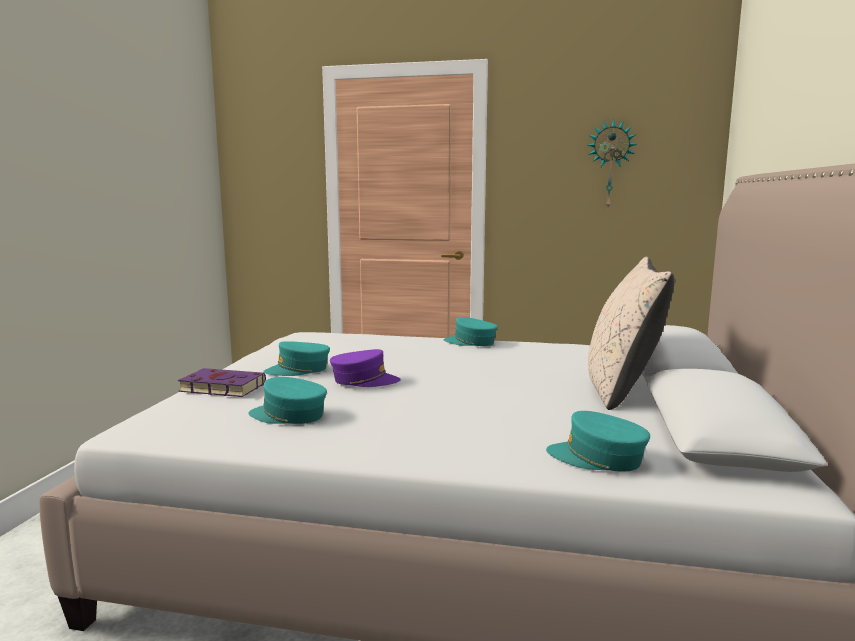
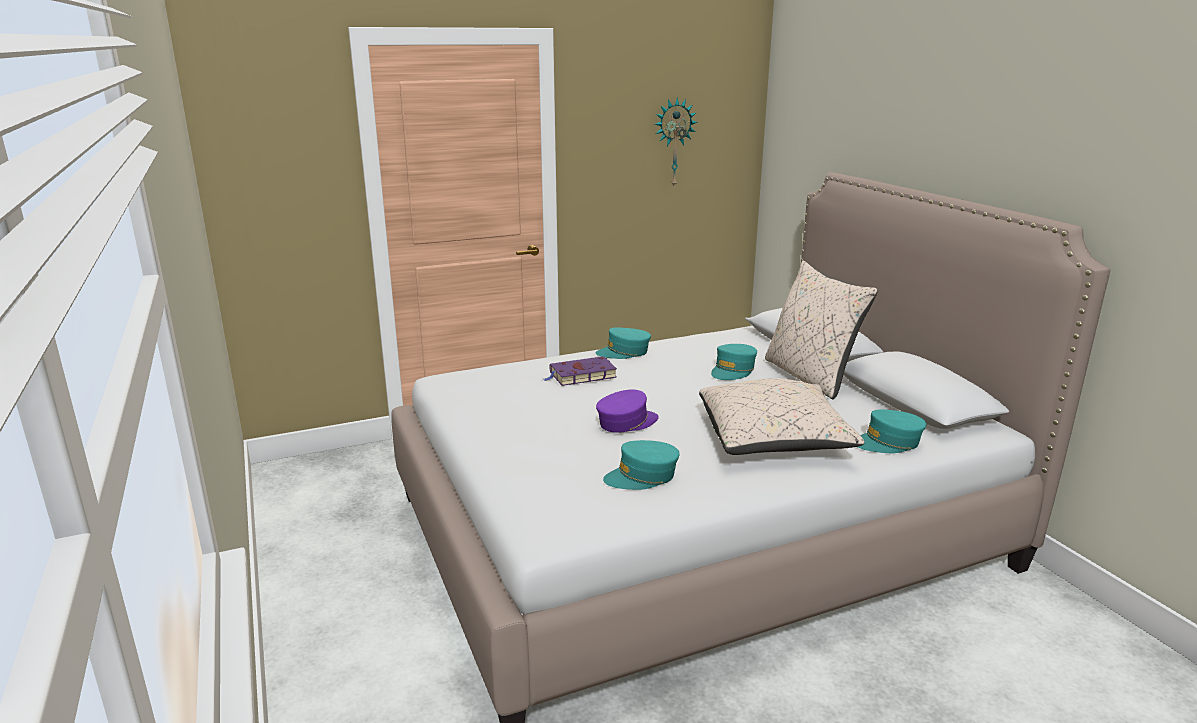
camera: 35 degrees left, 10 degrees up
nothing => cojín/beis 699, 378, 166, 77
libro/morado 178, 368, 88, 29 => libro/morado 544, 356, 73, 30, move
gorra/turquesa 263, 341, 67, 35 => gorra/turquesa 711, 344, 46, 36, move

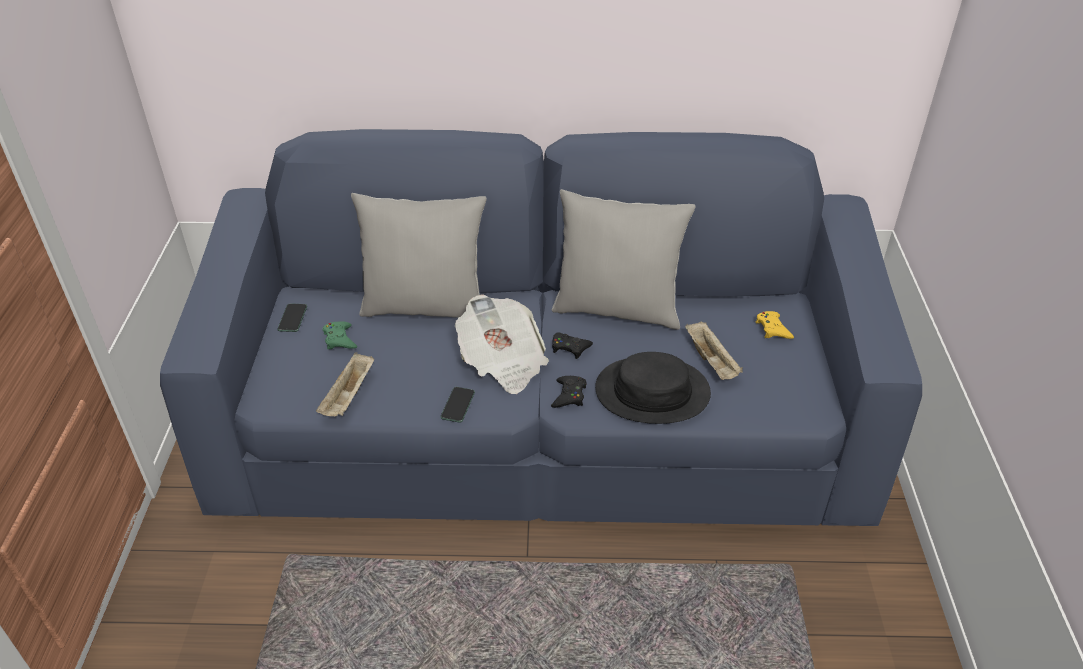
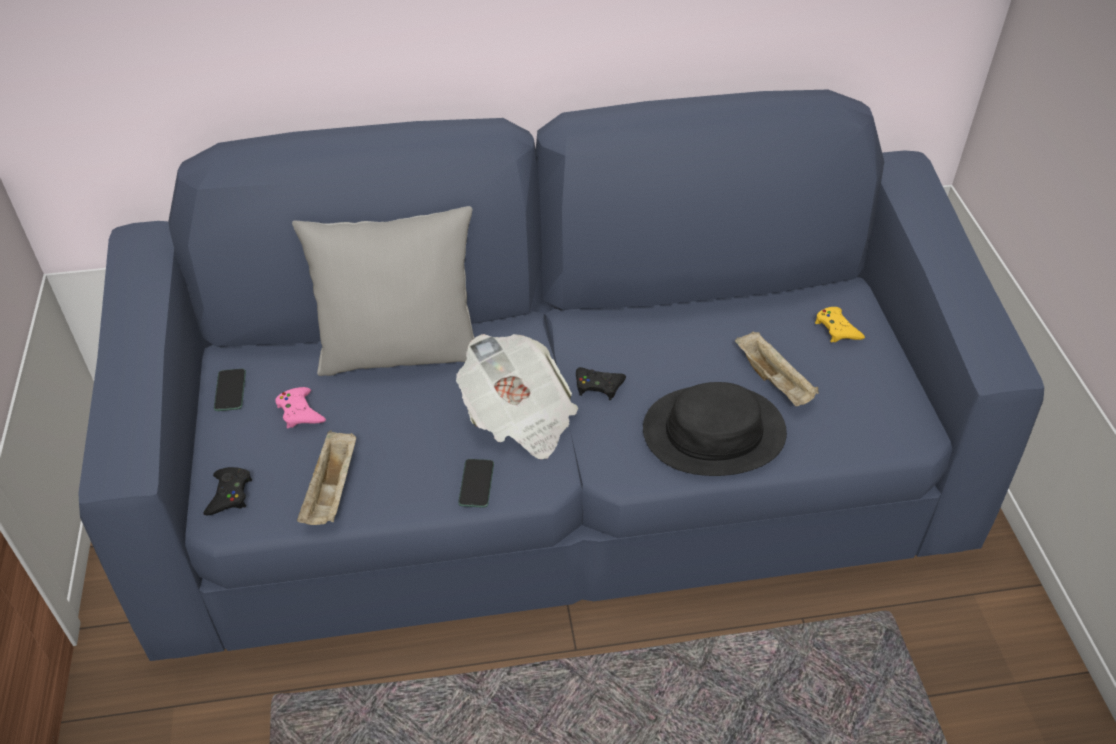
camera: 10 degrees left, 5 degrees up
cojín/gris 552, 189, 144, 141 => nothing
mando de consola/negro 551, 376, 36, 32 => mando de consola/negro 203, 467, 49, 48, move
mando de consola/verde 323, 321, 34, 28 => mando de consola/rosa 275, 387, 51, 41

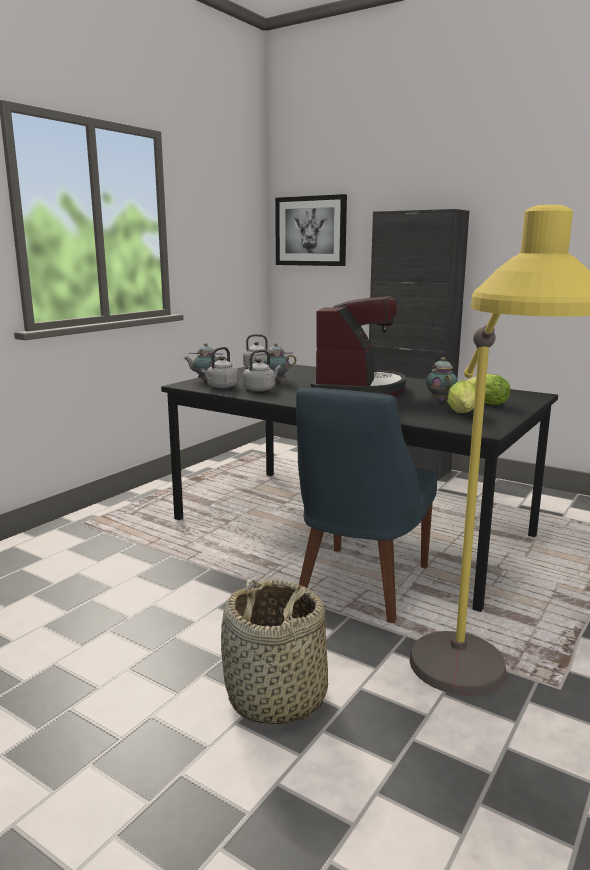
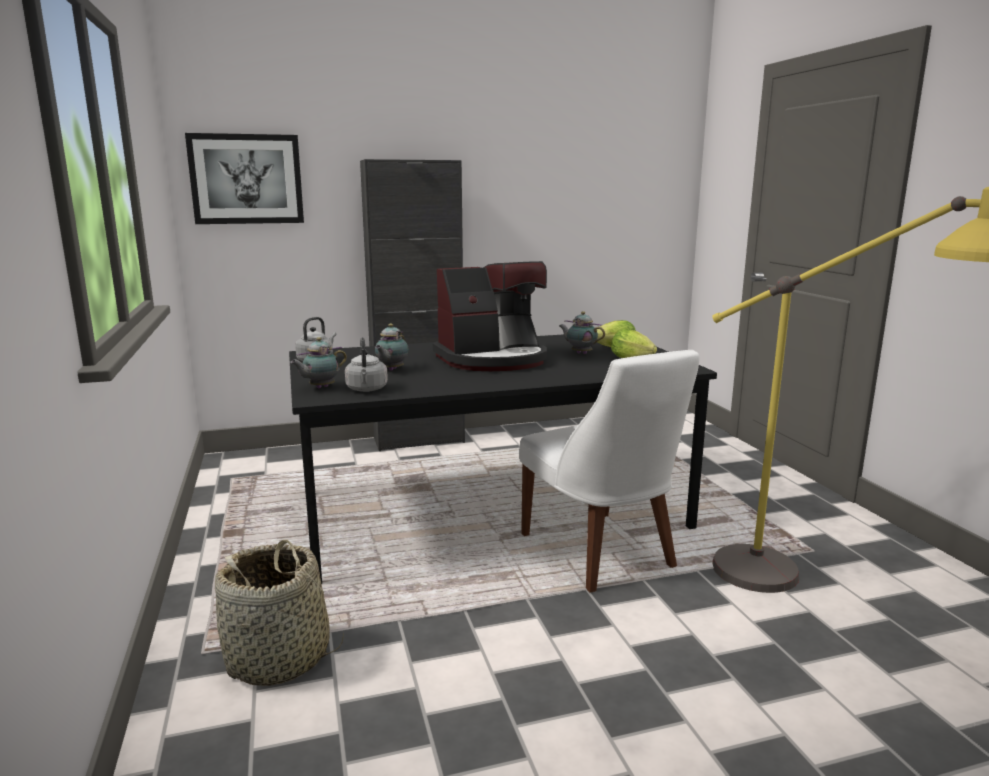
camera: 50 degrees left, 0 degrees up
hervidor/gris 243, 350, 38, 42 => nothing
cesta 221, 579, 107, 146 => cesta 215, 540, 129, 146, move
silla/azul 296, 387, 141, 236 => silla/blanco 519, 350, 180, 242
cafetera 311, 296, 95, 100 => cafetera 433, 261, 114, 110, 105 degrees clockwise

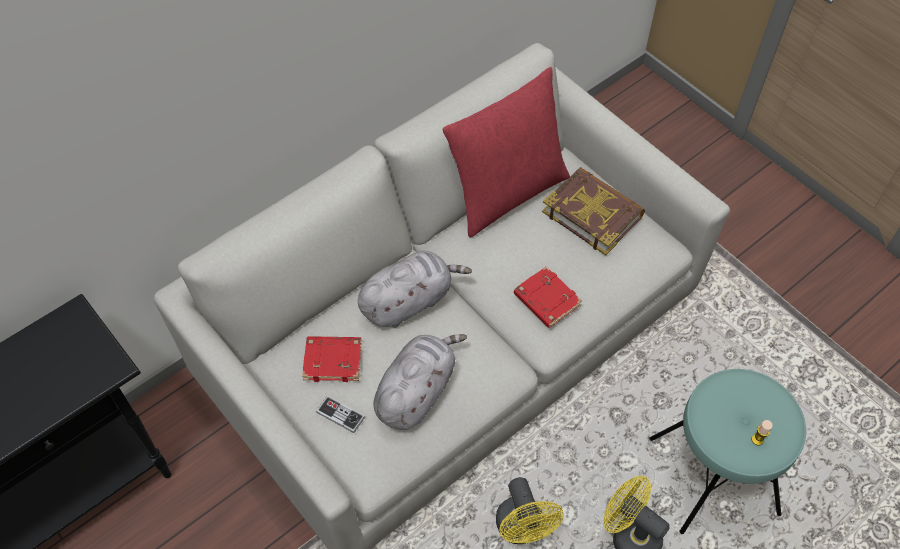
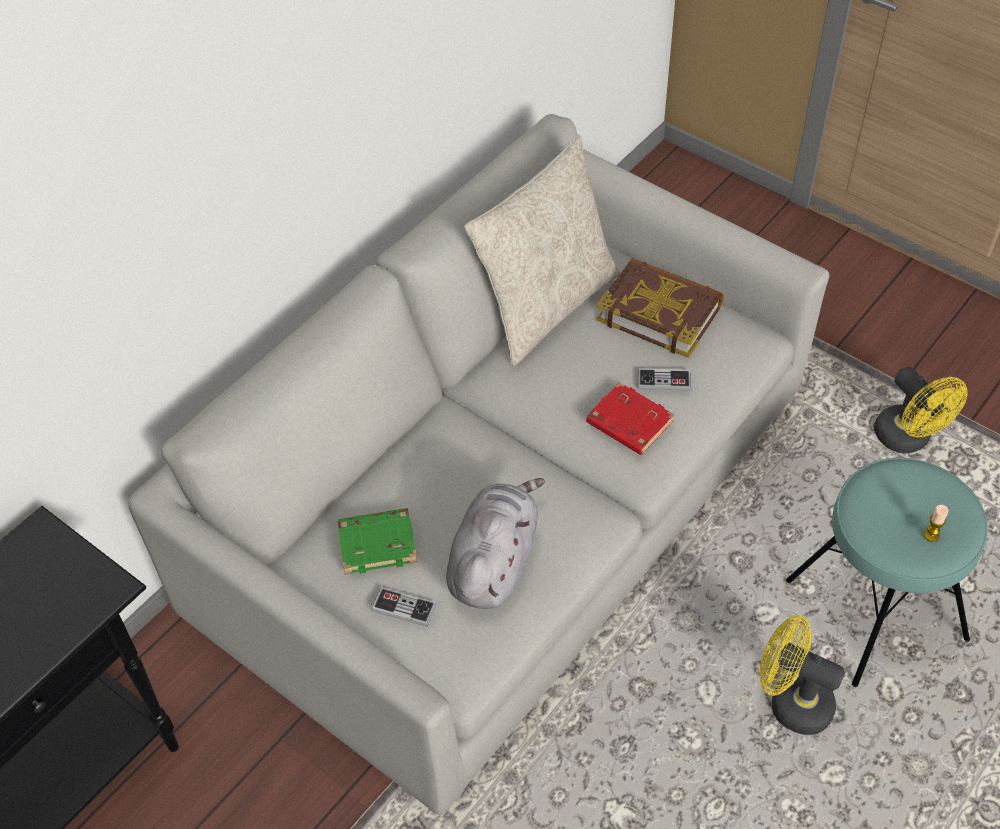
camera: 10 degrees left, 5 degrees down
peluche/gris 358, 251, 114, 76 => nothing
nothing => mando de consola 638, 368, 53, 22
ventilador/amarillo 496, 477, 68, 67 => ventilador/amarillo 874, 367, 93, 86, move
libro/rojo 302, 336, 60, 46 => libro/verde 338, 508, 79, 67
cojín/rojo 443, 67, 127, 171 => cojín/beis 464, 134, 156, 232

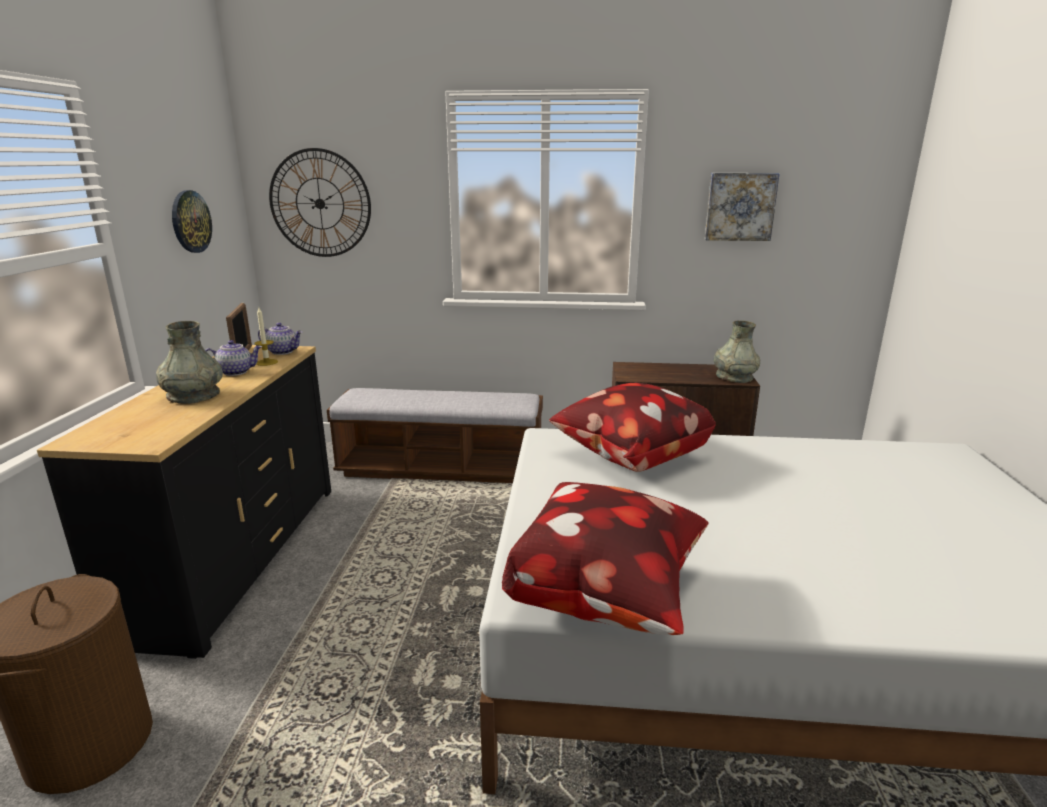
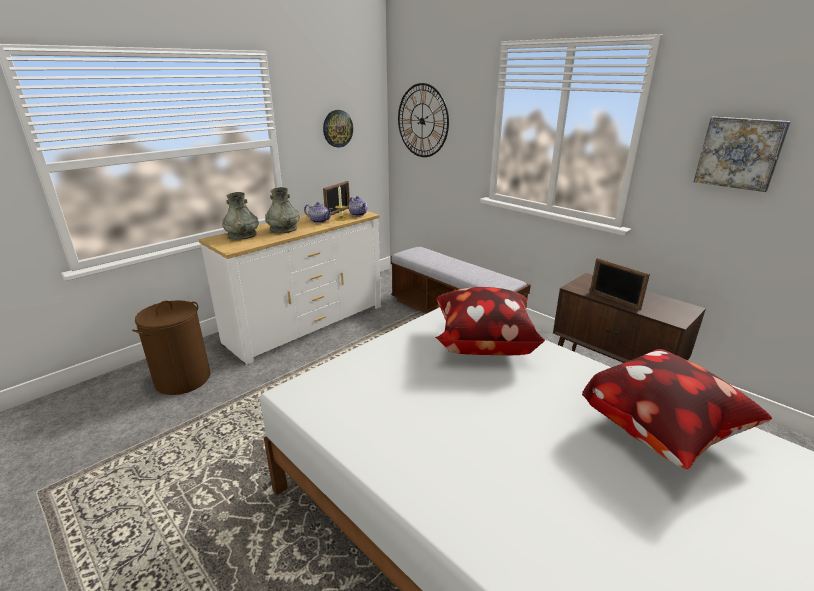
camera: 40 degrees right, 5 degrees up
nothing => portarretratos 590, 258, 60, 52
cojín 502, 482, 207, 153 => cojín 582, 349, 190, 120, move
florero/gris 714, 320, 46, 63 => florero/gris 222, 192, 37, 48, move
cómoda/negro 37, 345, 294, 314 => cómoda/blanco 199, 209, 182, 156

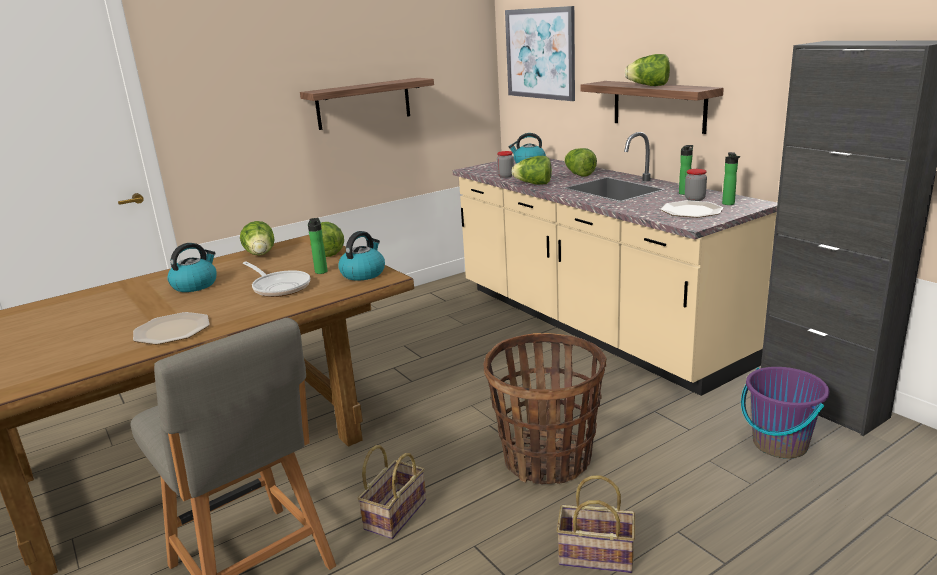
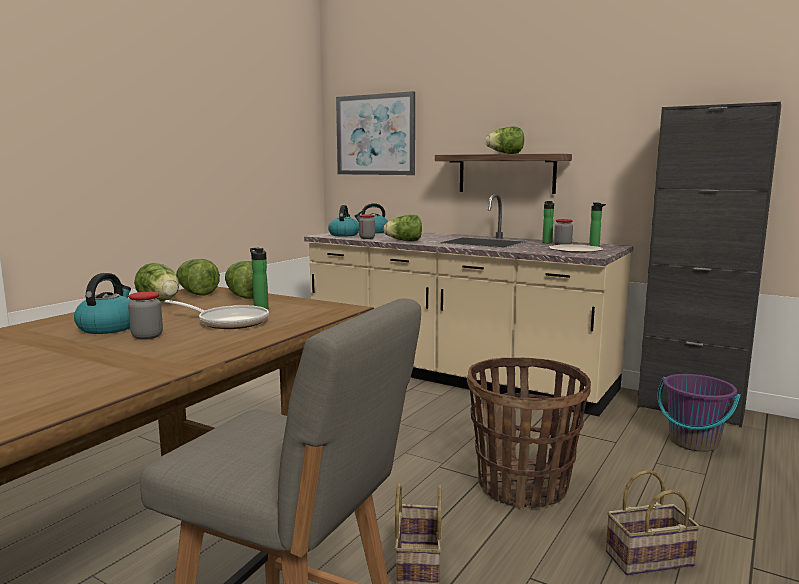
camera: 25 degrees left, 10 degrees down
plato 133, 312, 77, 33 => nothing
estante 300, 78, 134, 52 => nothing
nothing => tarro 128, 292, 35, 48
hervidor 338, 231, 47, 50 => hervidor 328, 205, 31, 31, move
lechuga 564, 148, 33, 29 => lechuga 176, 259, 44, 37, move

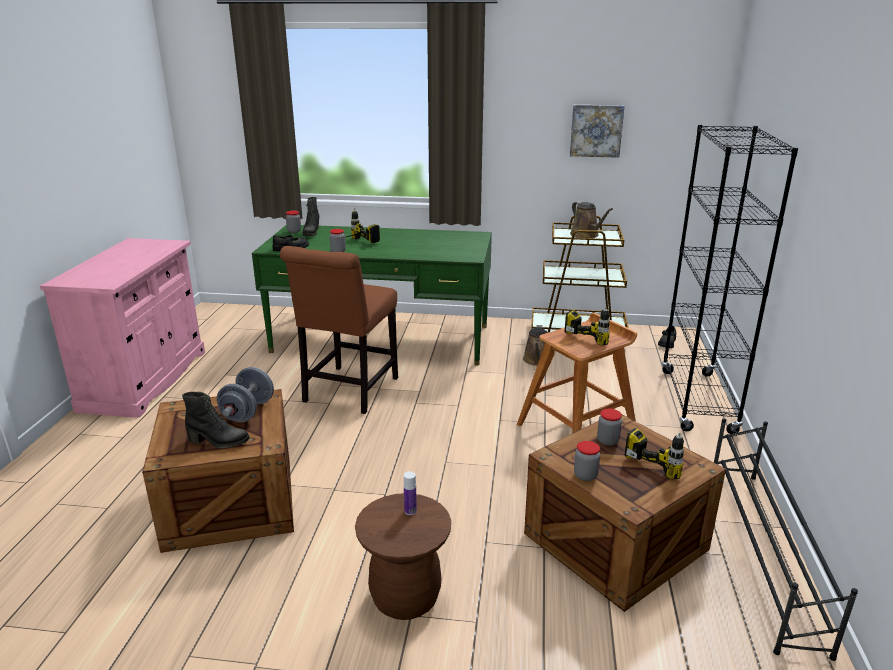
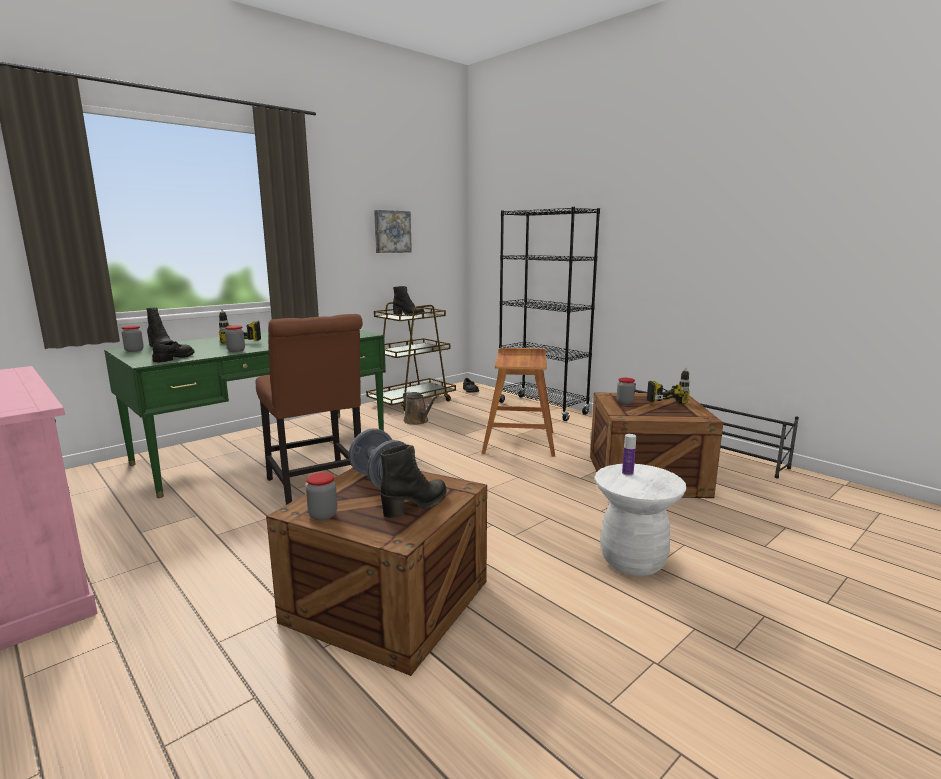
camera: 50 degrees left, 10 degrees down
taladro 565, 306, 45, 40 => nothing
tarro 574, 441, 26, 40 => tarro 306, 472, 31, 48, move
regadera/marrón 570, 201, 43, 37 => bota/negro 393, 286, 32, 30
taburete/marrón 355, 493, 96, 127 => taburete/blanco 595, 464, 91, 112

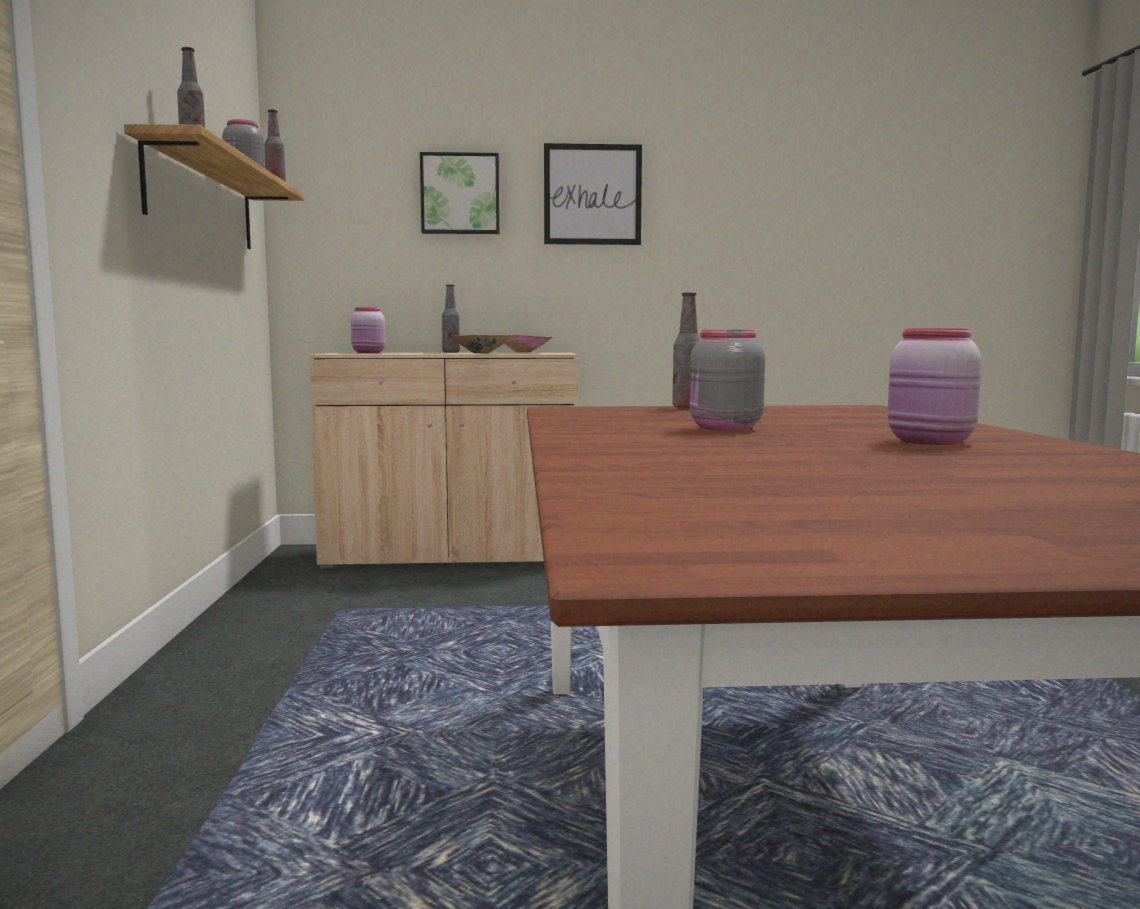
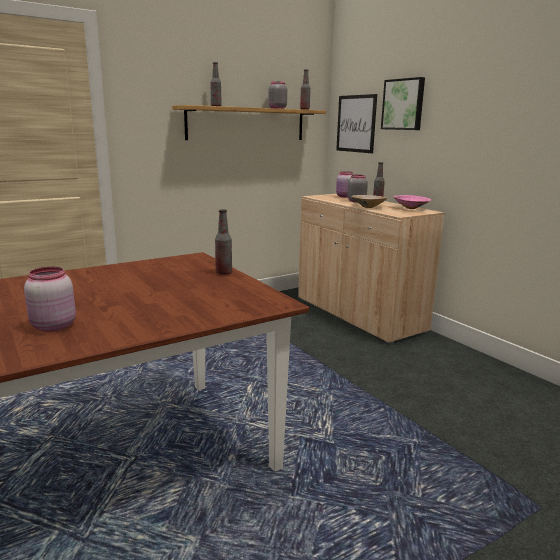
camera: 60 degrees right, 10 degrees up
cuadro 544, 143, 98, 102 => cuadro 336, 94, 41, 59, move
tarro/gris 690, 329, 75, 102 => tarro/gris 347, 175, 21, 27, move

